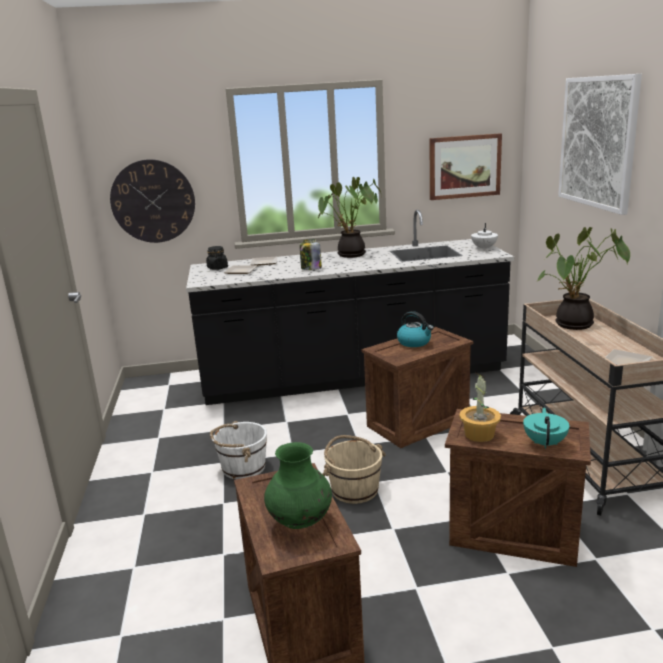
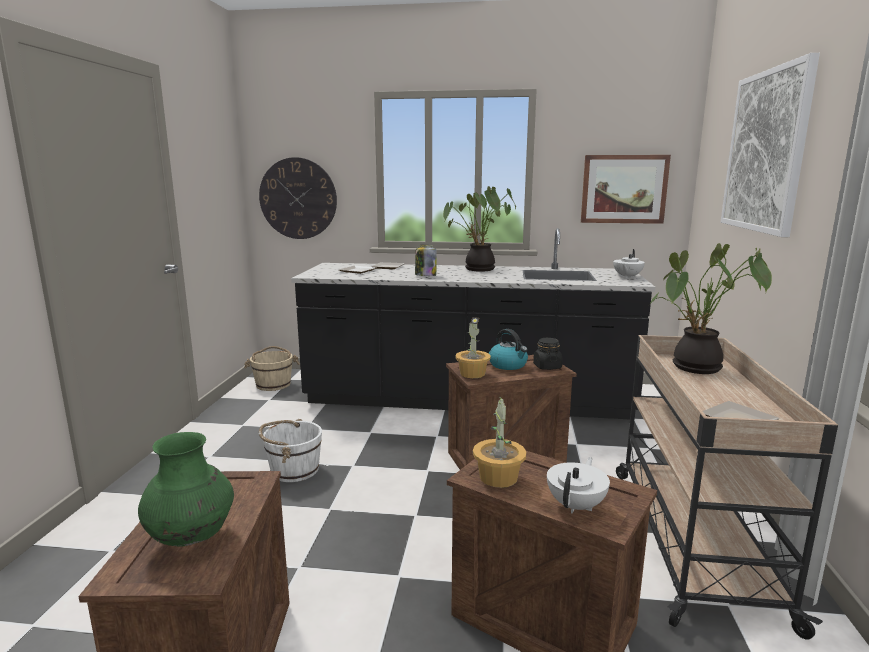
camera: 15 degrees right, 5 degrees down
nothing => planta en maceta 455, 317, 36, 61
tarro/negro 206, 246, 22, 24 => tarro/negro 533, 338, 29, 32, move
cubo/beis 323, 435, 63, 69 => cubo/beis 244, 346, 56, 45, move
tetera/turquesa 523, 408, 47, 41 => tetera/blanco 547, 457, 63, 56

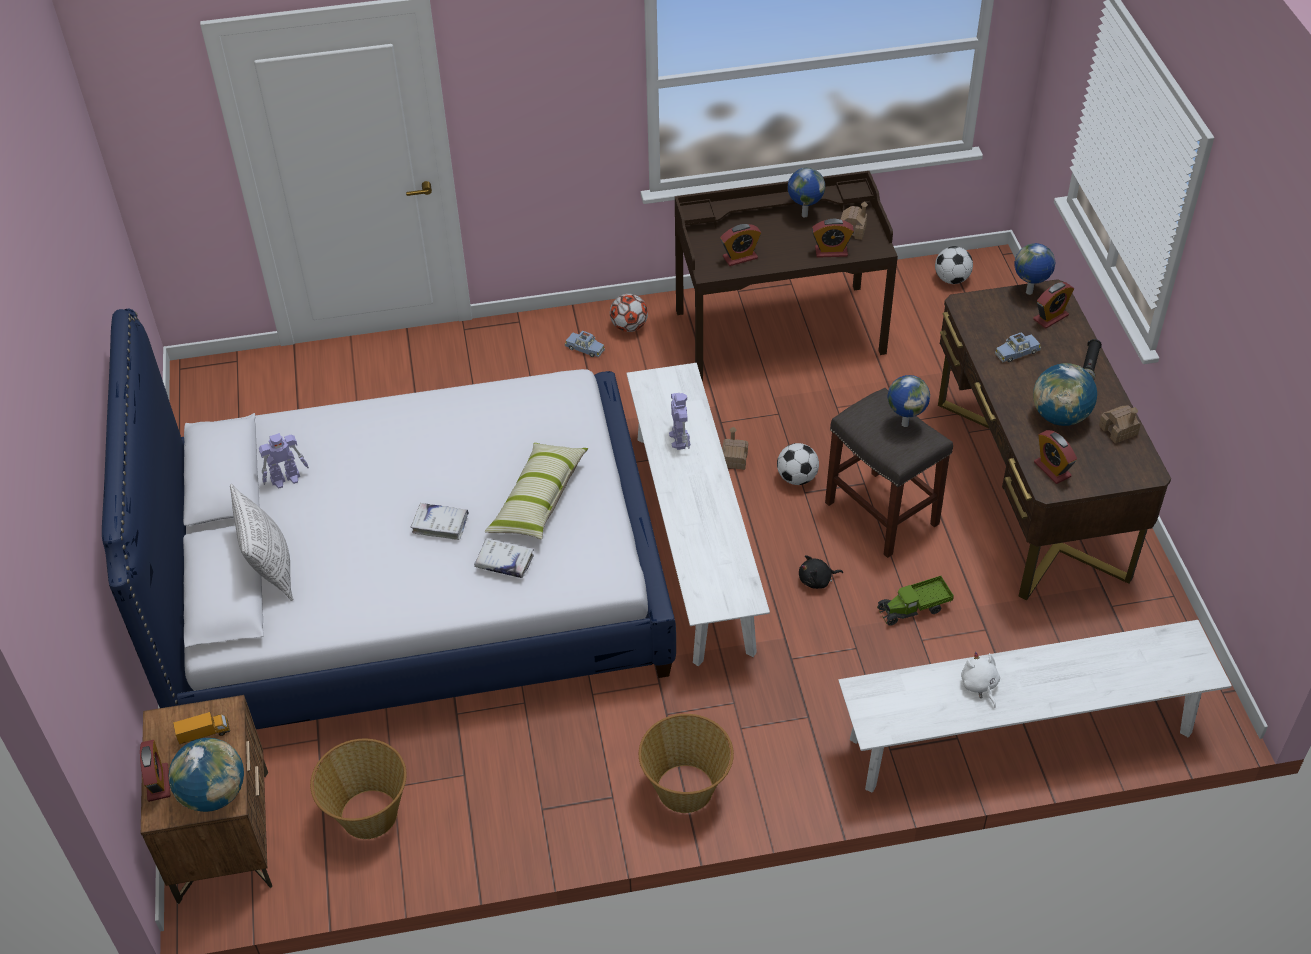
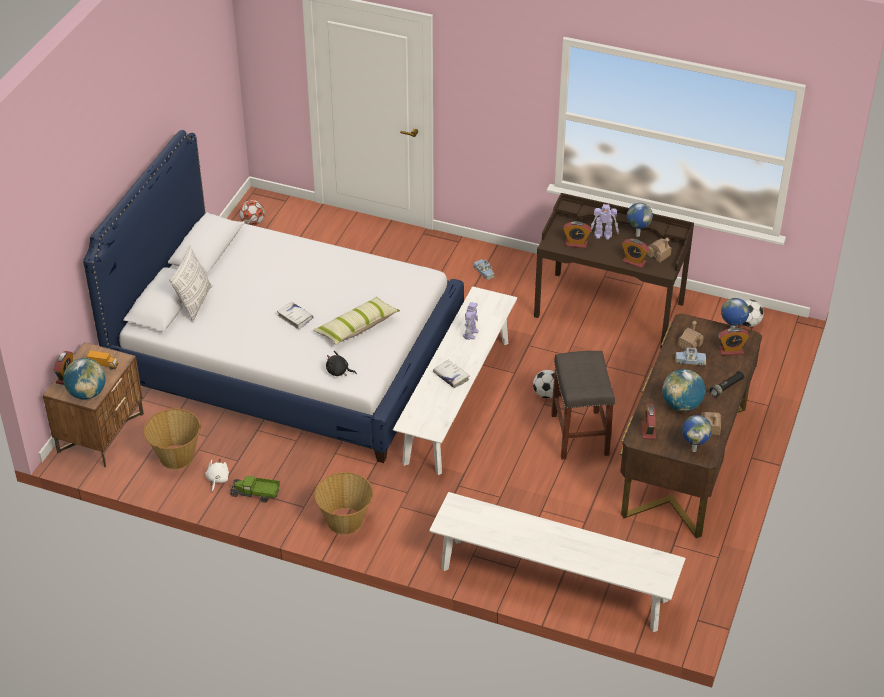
camera: 30 degrees right, 5 degrees down
robot de juguete 259, 433, 50, 55 => robot de juguete 591, 204, 28, 35, move
libro/blanco 474, 538, 60, 40 => libro/blanco 433, 360, 37, 28, move
balón de fútbol 610, 294, 38, 38 => balón de fútbol 239, 200, 26, 26, move
casita 722, 427, 26, 43 => casita 677, 320, 27, 31, move
peluche/negro 799, 555, 44, 34 => peluche/negro 326, 351, 31, 25, move
camión de juguete 878, 576, 76, 50 => camión de juguete 230, 476, 50, 27, move
globo terráqueo 888, 375, 42, 52 => globo terráqueo 682, 415, 30, 37, move
peluche/blanco 961, 652, 39, 55 => peluche/blanco 205, 459, 24, 33, move

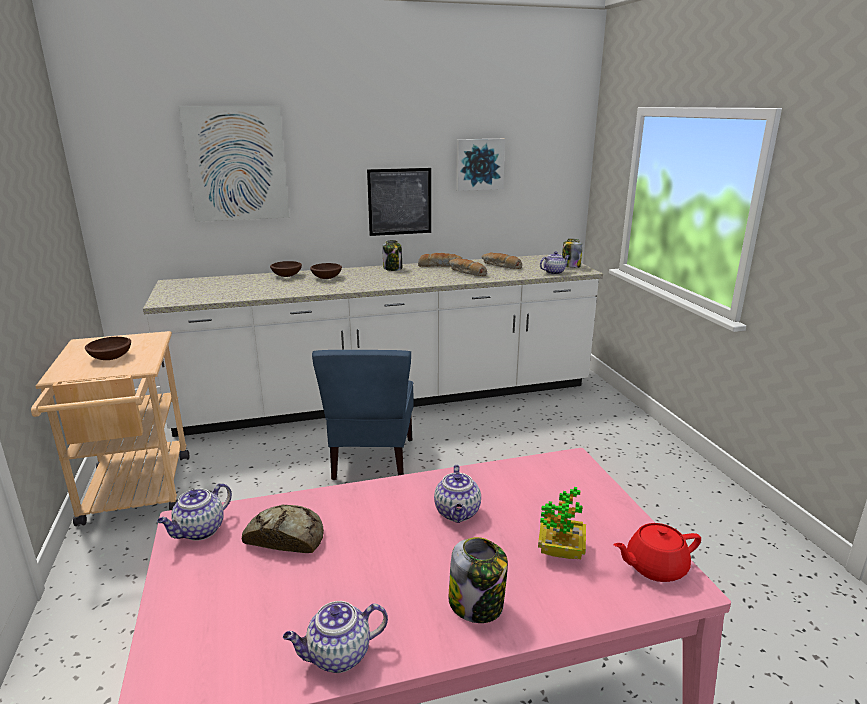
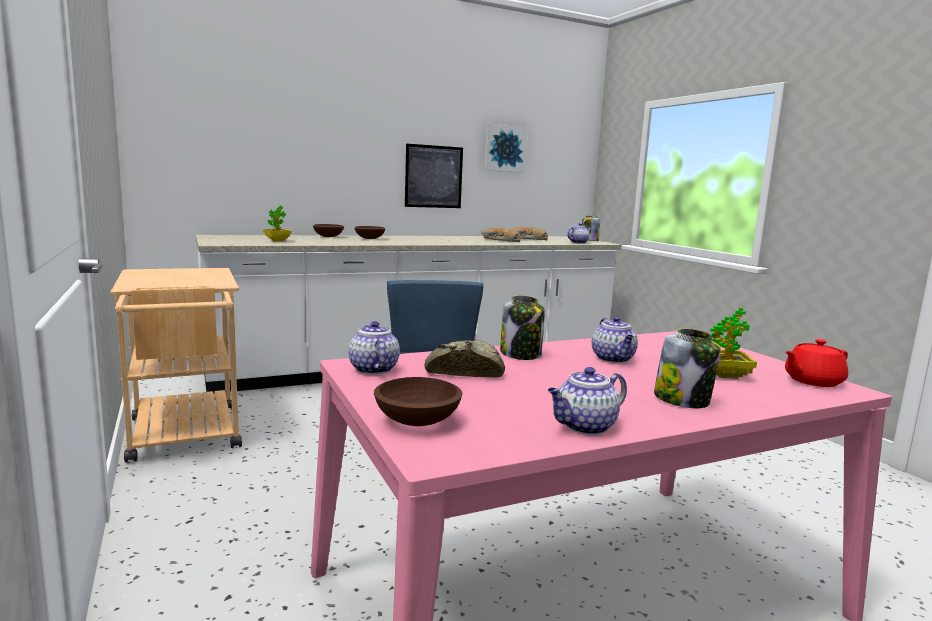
camera: 10 degrees left, 10 degrees down
cuadro 178, 106, 111, 116 => nothing
pan 418, 253, 44, 14 => nothing
nothing => planta en maceta 263, 205, 29, 36
cuenco/marrón 85, 337, 46, 23 => cuenco/marrón 374, 377, 88, 49, move
tarro 382, 240, 20, 31 => tarro 500, 295, 45, 65, move
tetera 157, 483, 75, 58 => tetera 348, 321, 52, 53, 135 degrees clockwise

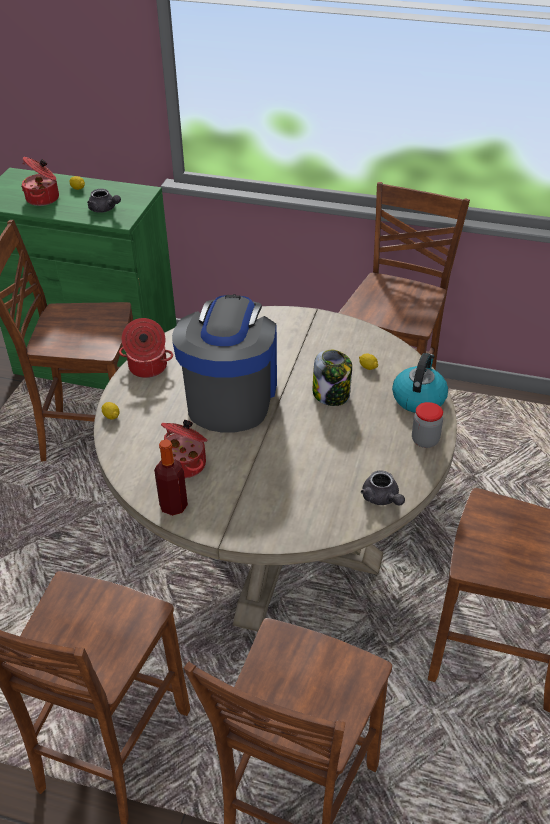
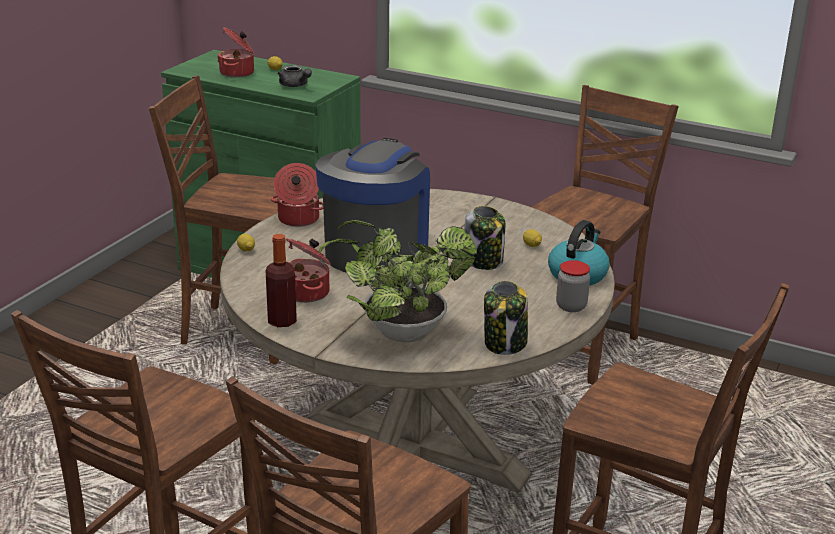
camera: 10 degrees right, 15 degrees down
nothing => planta en maceta 318, 220, 159, 123
tetera/gris 361, 470, 44, 35 => tarro 484, 281, 44, 74

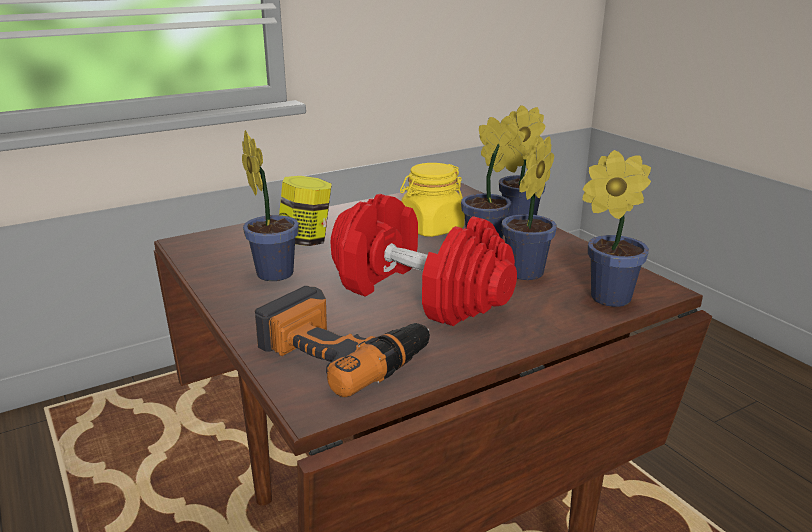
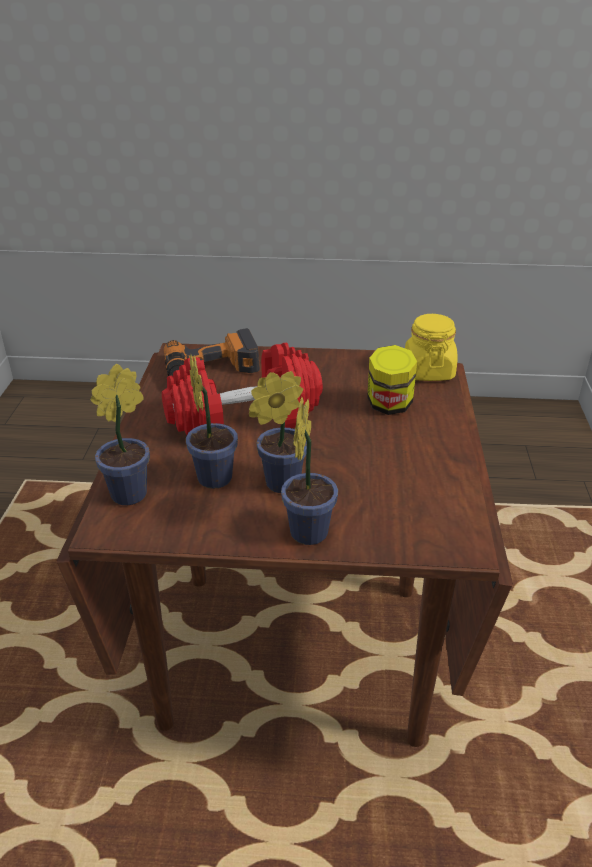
camera: 125 degrees right, 10 degrees up
planta en maceta 242, 130, 57, 151 => nothing
tarro/amarillo 400, 163, 65, 74 => tarro/amarillo 405, 314, 53, 67, move

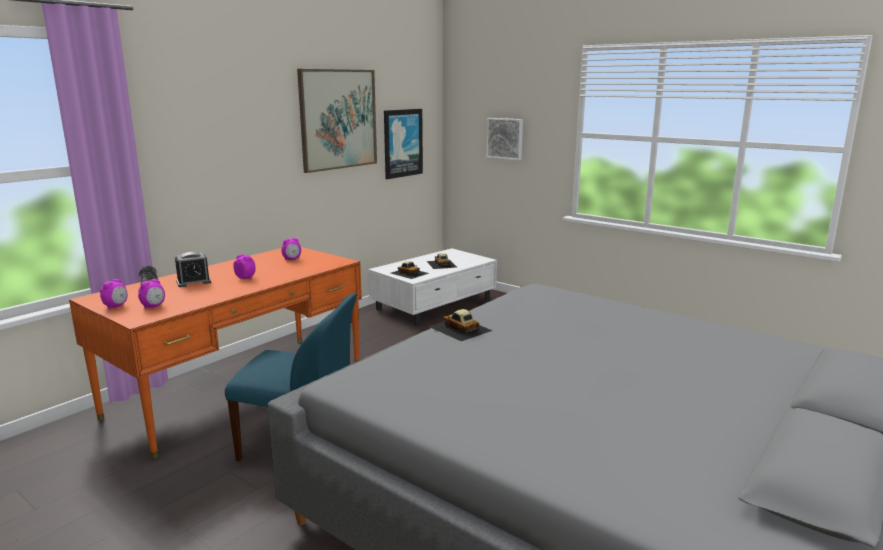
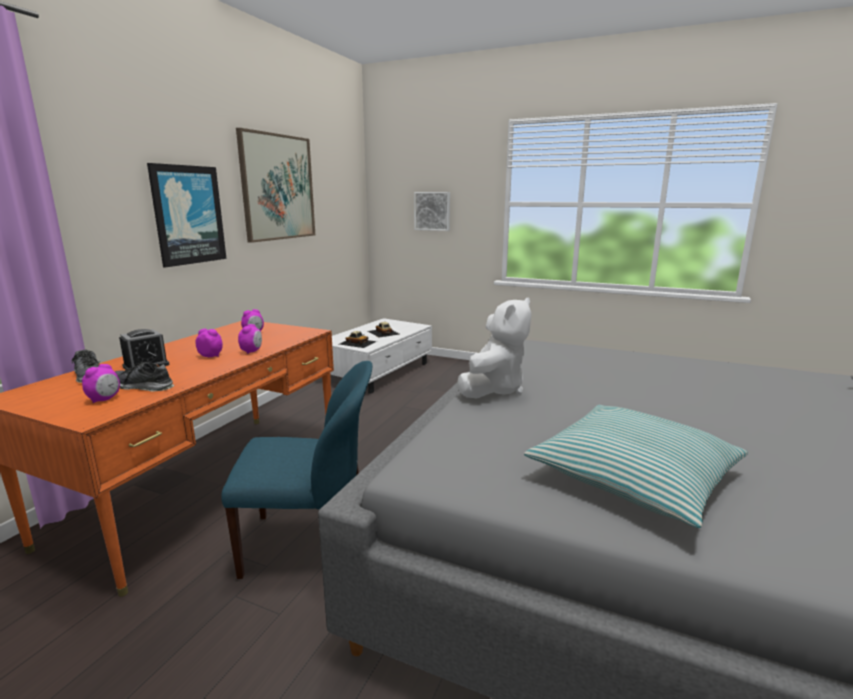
camera: 15 degrees left, 0 degrees up
nothing => zapato 115, 362, 59, 29
nothing => cojín 524, 405, 224, 123
despertador 100, 279, 27, 30 => despertador 238, 324, 24, 30, move
cuadro 384, 109, 39, 70 => cuadro 147, 163, 79, 105, move
coche de juguete 428, 309, 65, 32 => peluche/blanco 458, 298, 74, 100

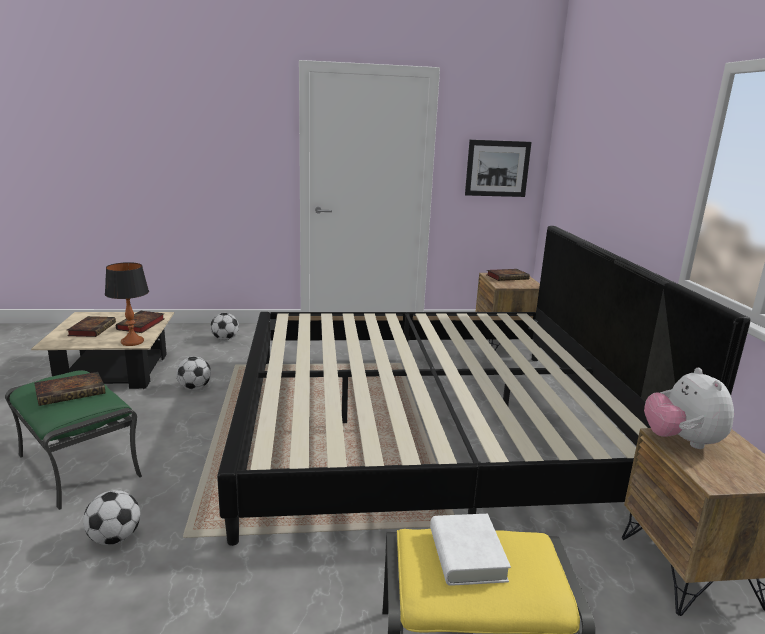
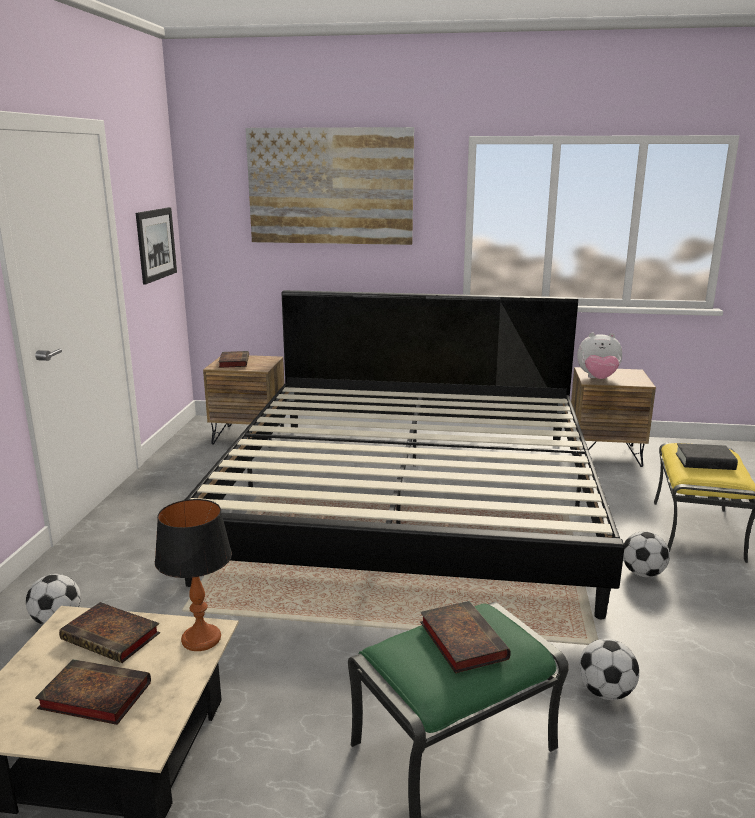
camera: 75 degrees left, 0 degrees up
nothing => cuadro 246, 127, 168, 118
balón de fútbol 176, 357, 35, 33 => balón de fútbol 623, 531, 47, 46, move
libro/blanco 430, 514, 81, 72 => libro/negro 676, 443, 62, 27

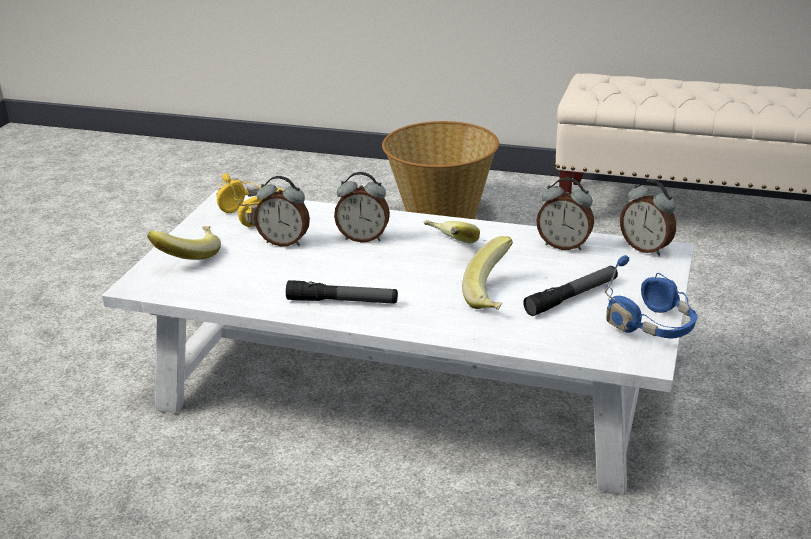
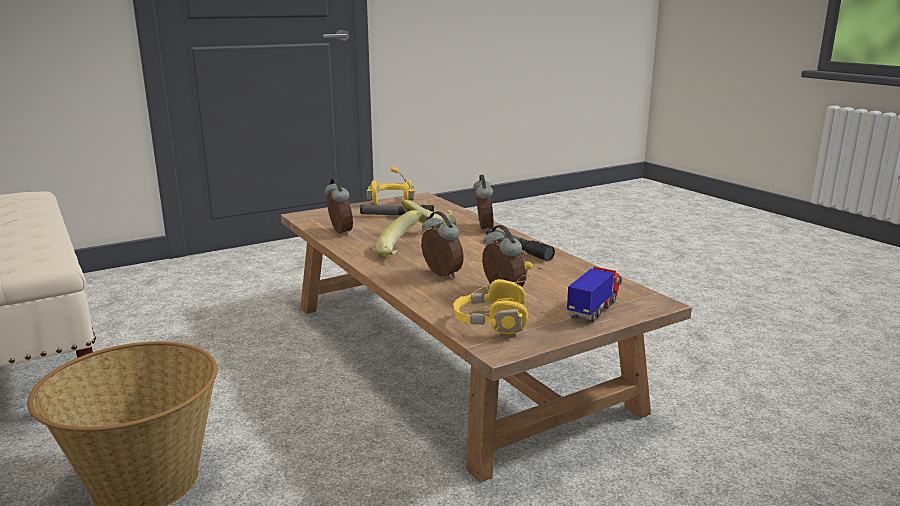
camera: 140 degrees left, 10 degrees down
despertador 620, 180, 56, 76 => despertador 473, 175, 20, 56, move
plátano 147, 226, 74, 34 => camión de juguete 567, 267, 55, 56
mesa de centro/blanco 102, 190, 592, 305 => mesa de centro/marrón 281, 192, 411, 291
auriculares/azul 605, 255, 92, 84 => auriculares/amarillo 367, 167, 48, 37

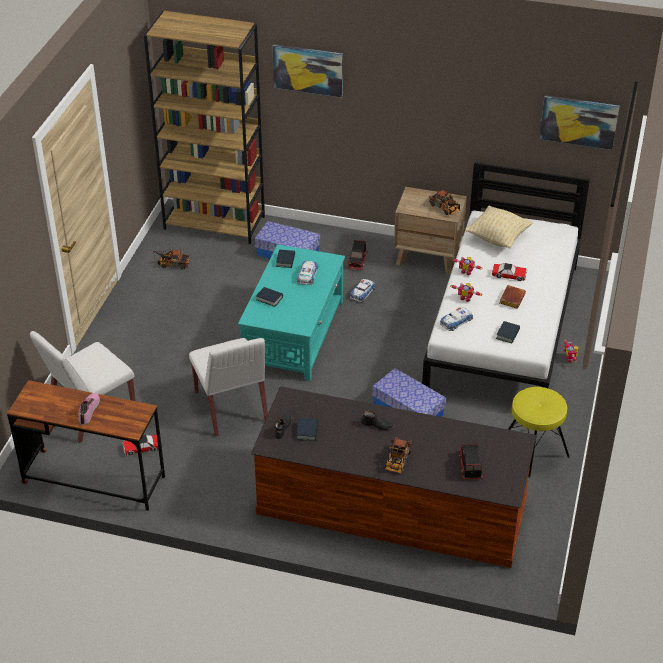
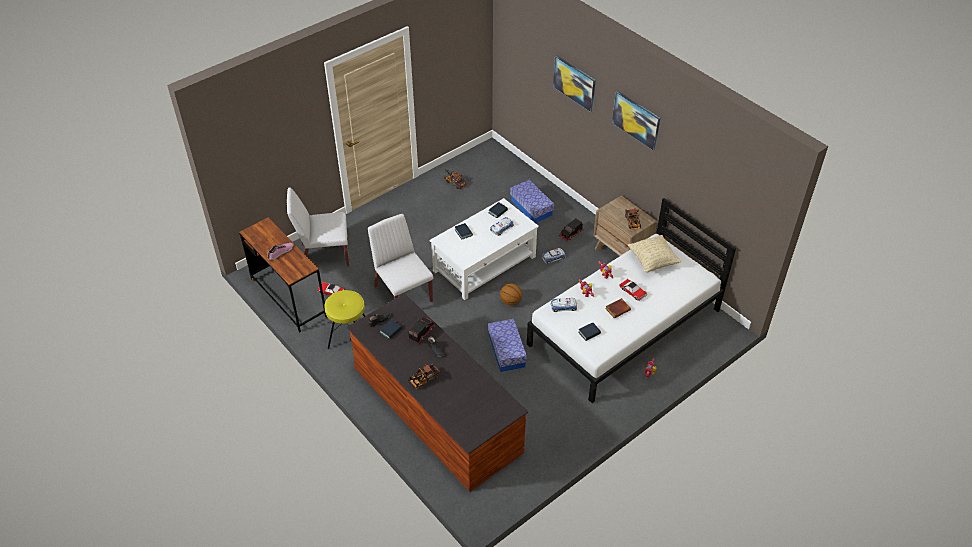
camera: 35 degrees right, 5 degrees up
estantería/marrón 144, 11, 121, 233 => nothing
nothing => balón de baloncesto 500, 283, 22, 22
camión de juguete 458, 443, 25, 36 => camión de juguete 408, 317, 28, 27, move
taburete/amarillo 508, 387, 62, 91 => taburete/amarillo 324, 290, 41, 59, move
cuadro 539, 95, 81, 55 => cuadro 612, 91, 48, 59, move
mesa de centro/turquesa 238, 244, 107, 137 => mesa de centro/blanco 430, 198, 109, 102
silla/blanco 189, 338, 79, 98 => silla/blanco 368, 214, 66, 88, 135 degrees clockwise

